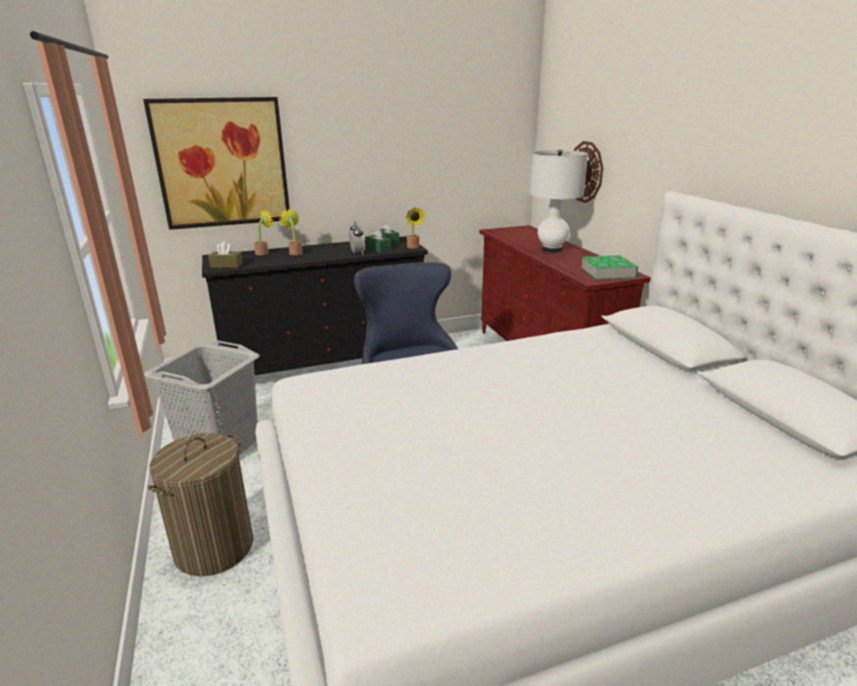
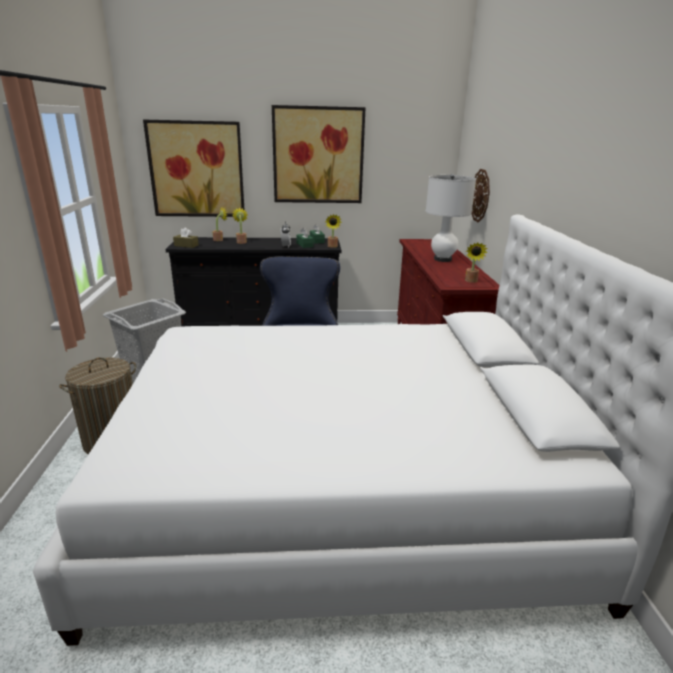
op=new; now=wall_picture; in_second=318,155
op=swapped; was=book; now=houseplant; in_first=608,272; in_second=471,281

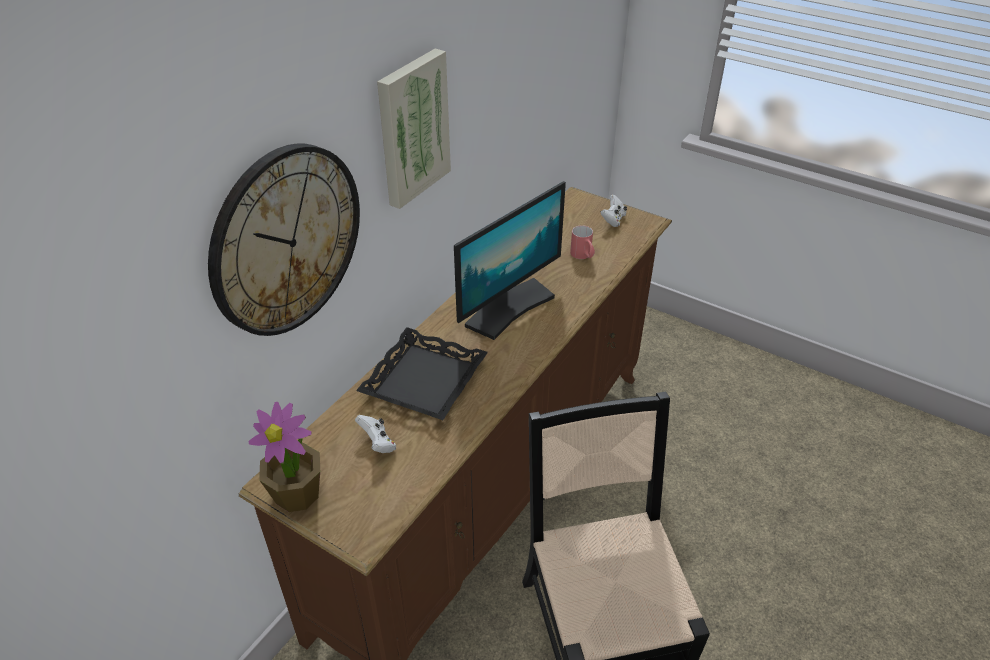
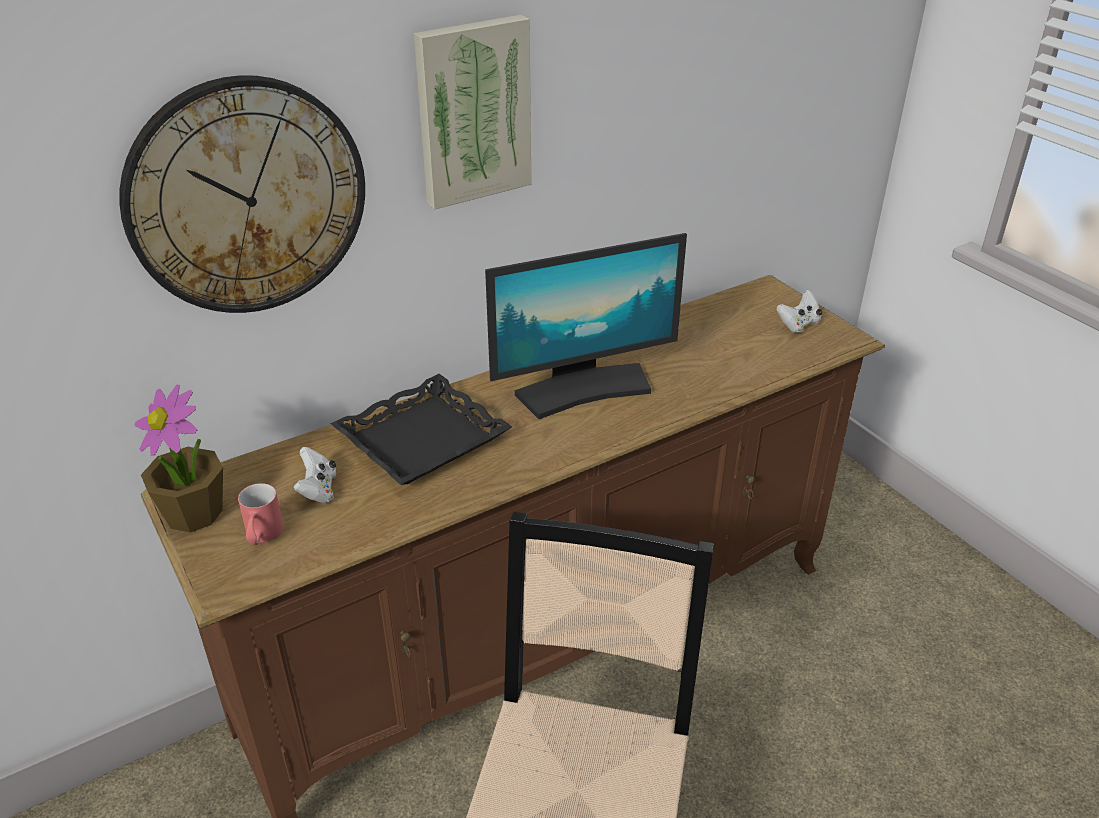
op=shifted; was=red_mug; in_first=583,256; in_second=262,537

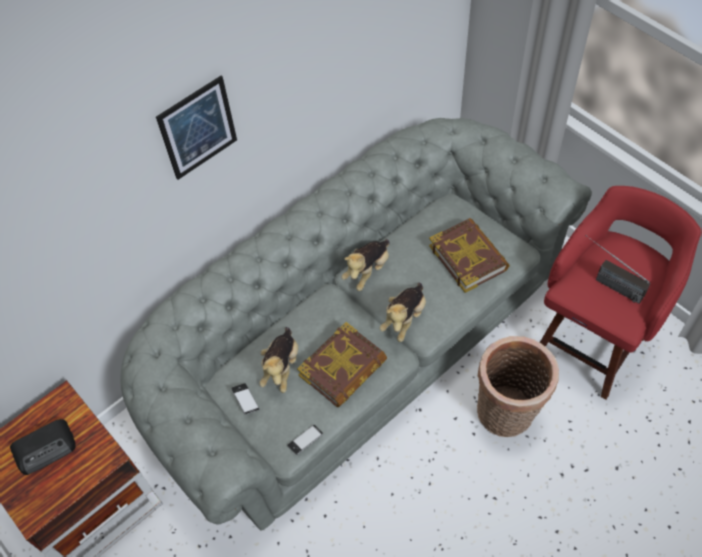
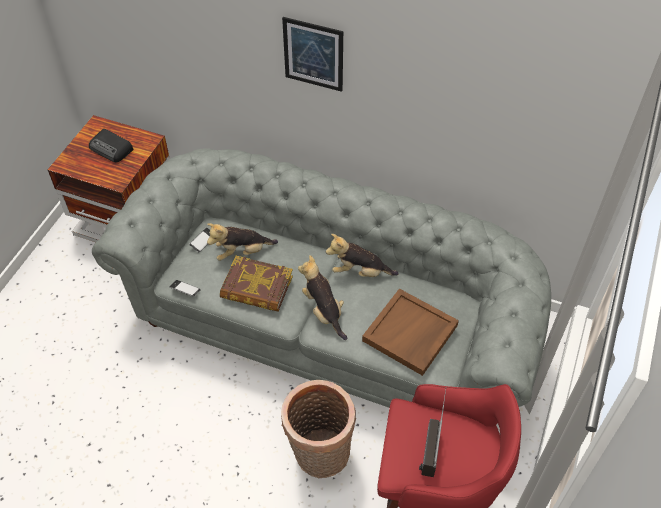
op=swapped; was=book; now=brownish_serving_tray; in_first=468,257; in_second=410,334
op=rotated; was=soft_toy; in_first=404,318; in_second=323,311; clockwise=60

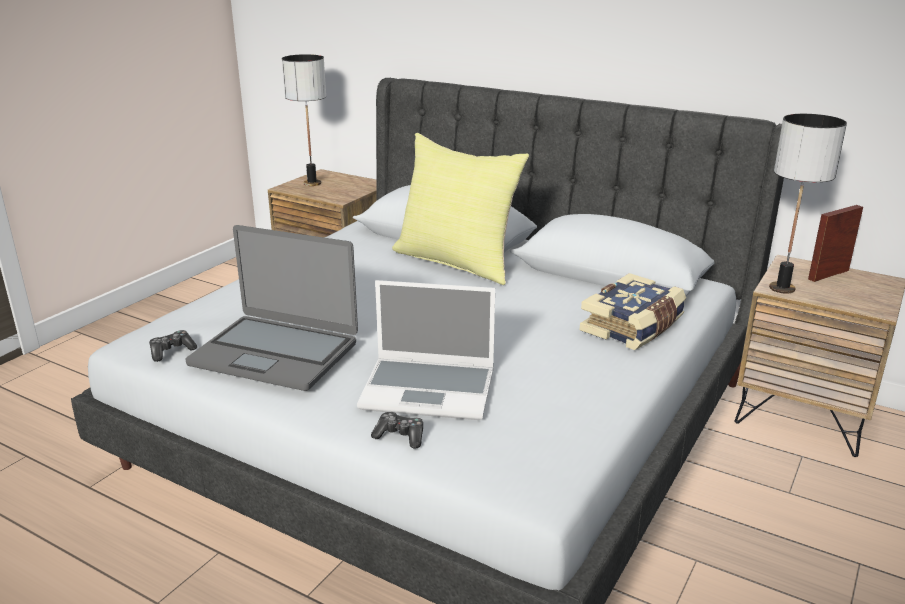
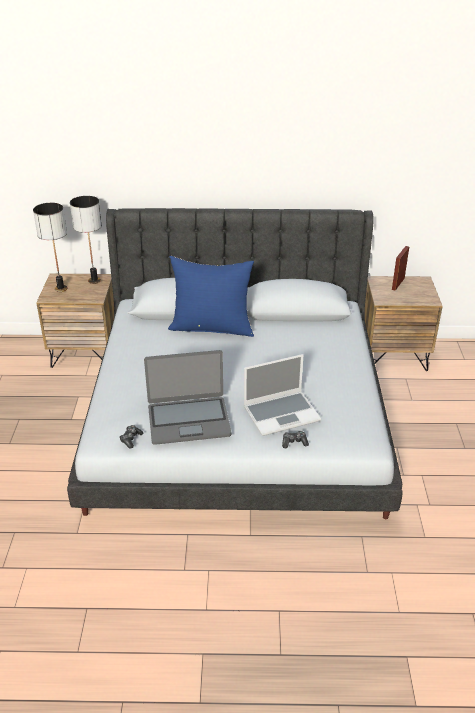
op=gone; was=book; in_first=633,327
op=shifted; was=tabletop_lamp; in_first=782,289; in_second=94,281
op=repainted; was=yellow_pillow; now=bluish_pillow; in_first=457,261; in_second=212,327

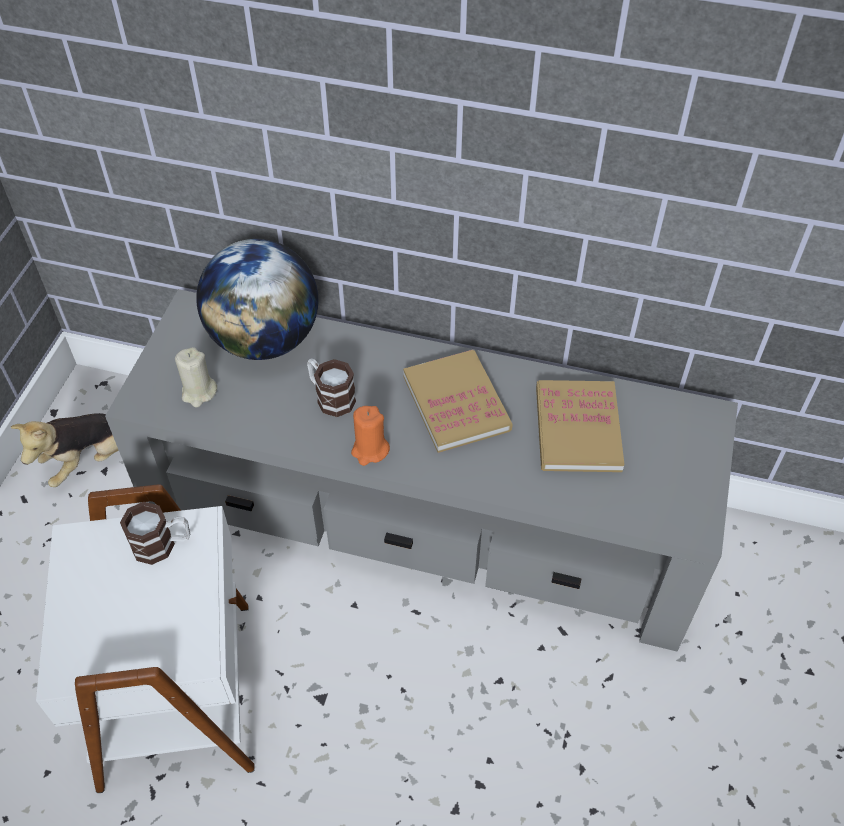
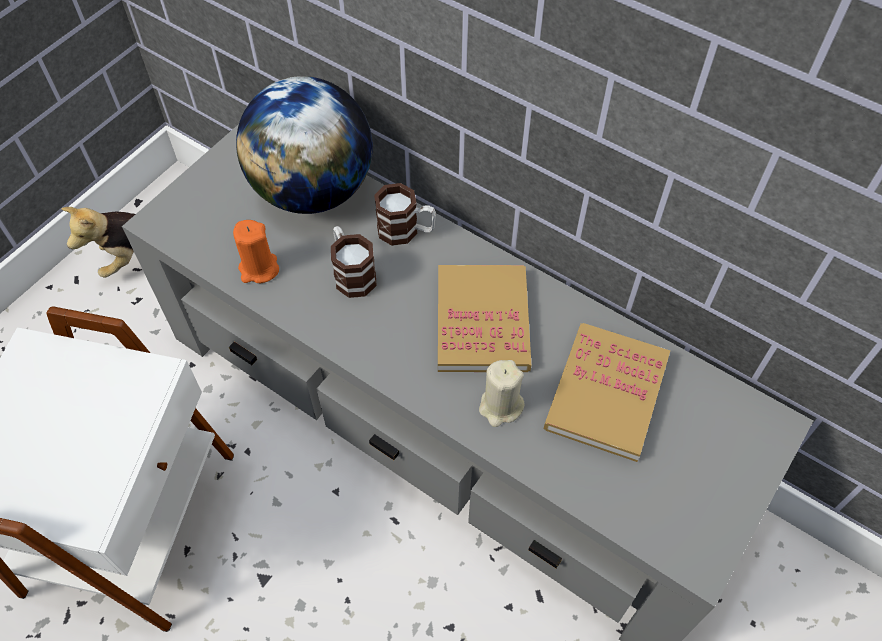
op=shifted; was=mug; in_first=162,544; in_second=406,231
op=shifted; was=beige_wax_light; in_first=199,392; in_second=500,406
op=shifted; was=orange_wax_light; in_first=370,450; in_second=259,269

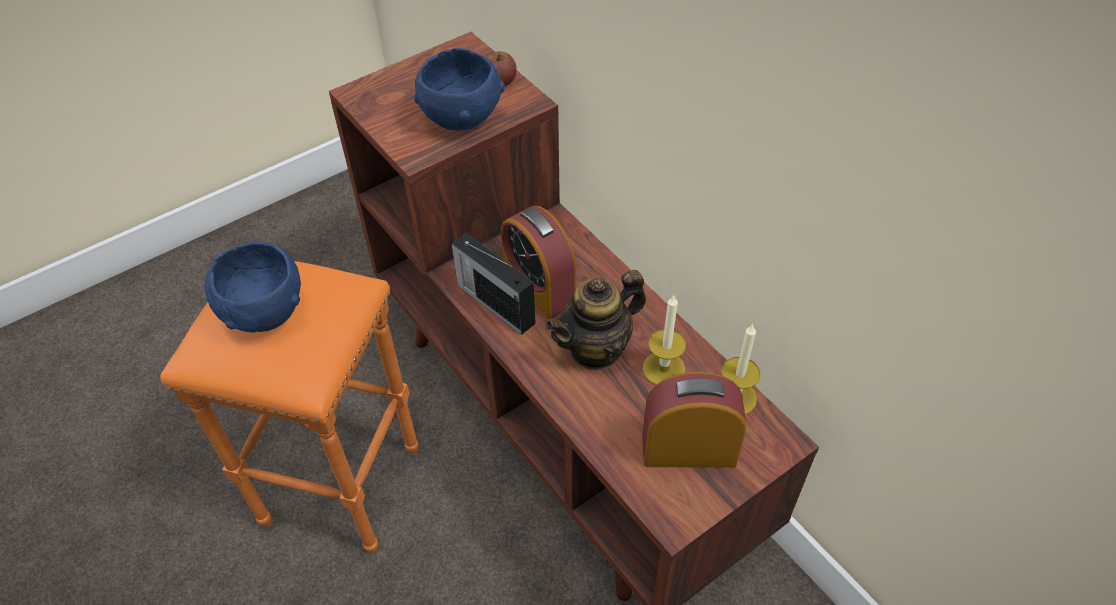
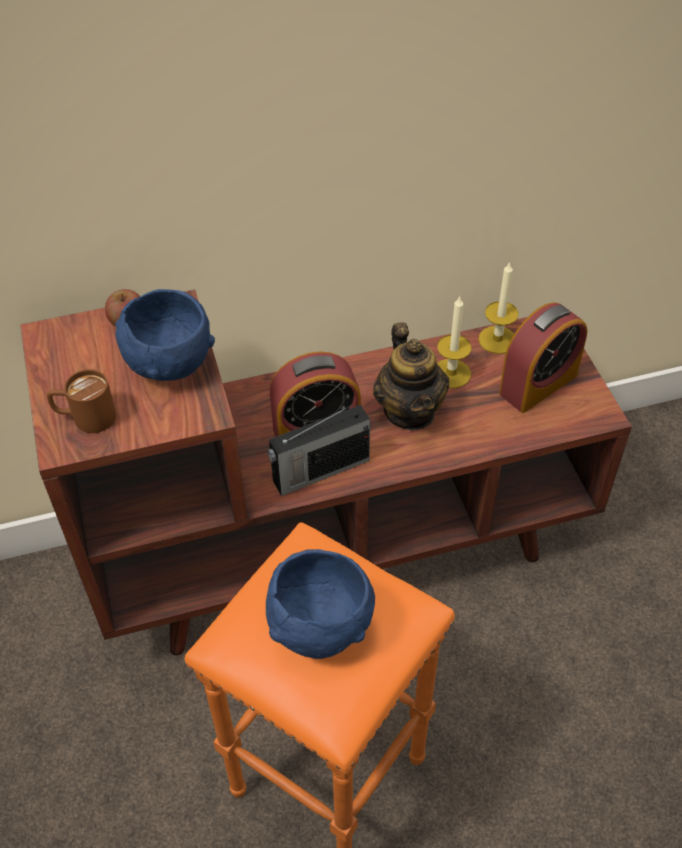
op=new; now=brownish_mug; in_second=85,418
op=rotated; was=bedside_clock; in_first=688,449; in_second=538,384; clockwise=-150

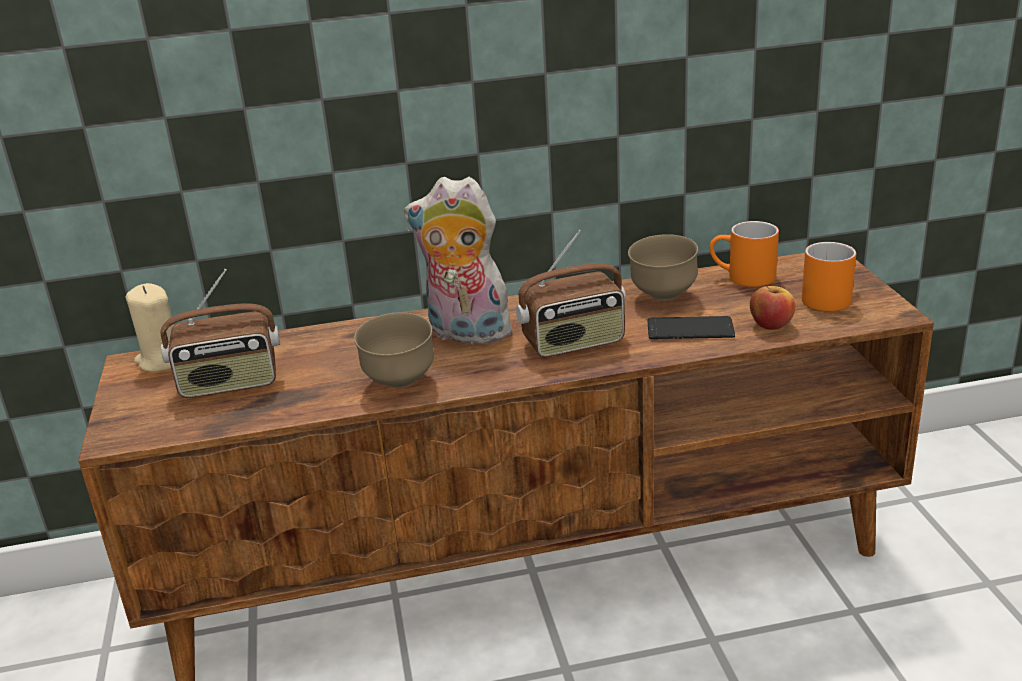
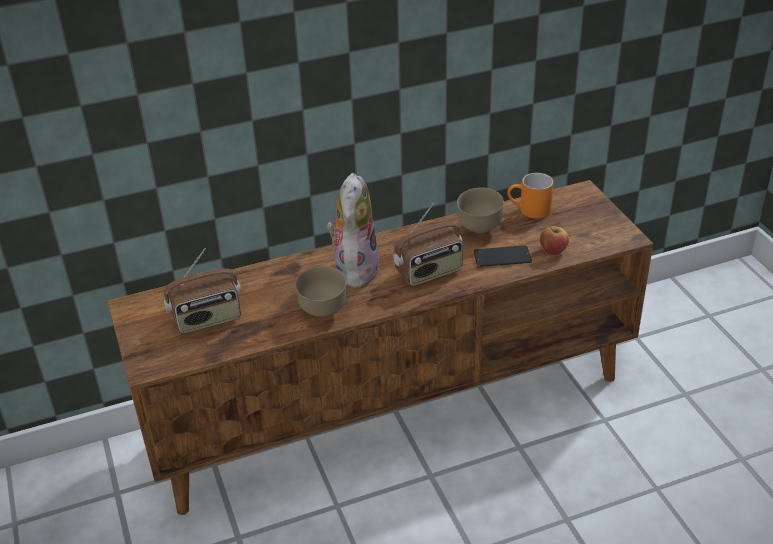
op=gone; was=beige_wax_light; in_first=161,360
op=gone; was=orange_mug; in_first=830,297
op=rotated; was=soft_toy; in_first=465,334; in_second=354,268; clockwise=90

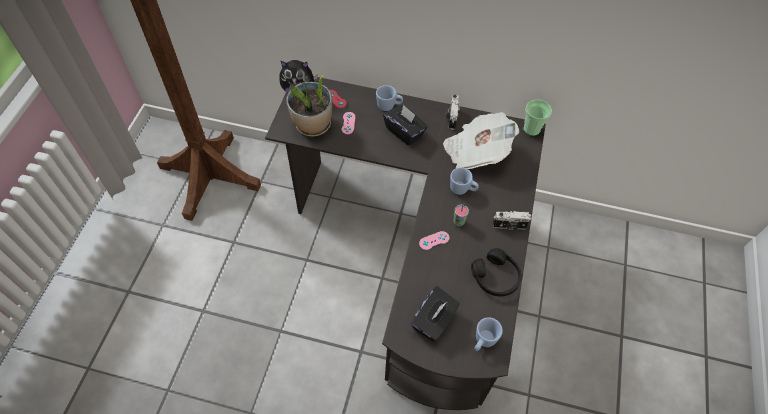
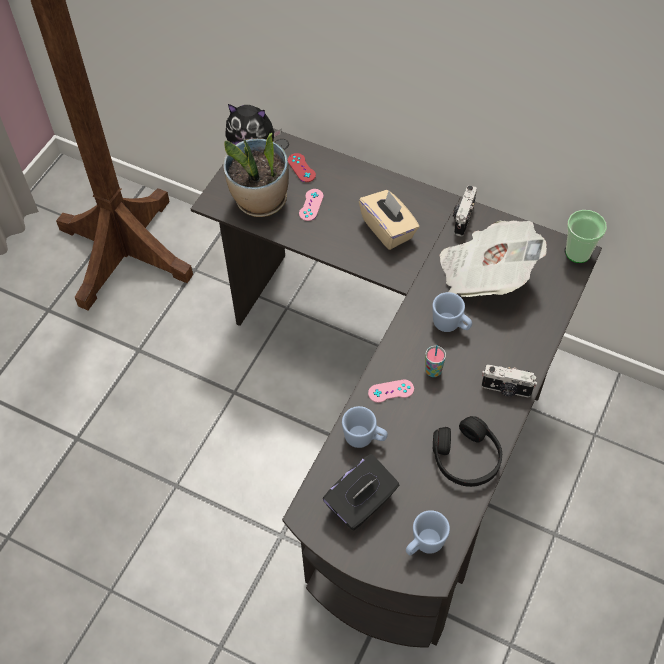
op=shifted; was=bluish_mug; in_first=389,106; in_second=364,438
op=repainted; was=blackish_tissue_holder; now=beige_tissue_holder; in_first=404,132; in_second=388,229

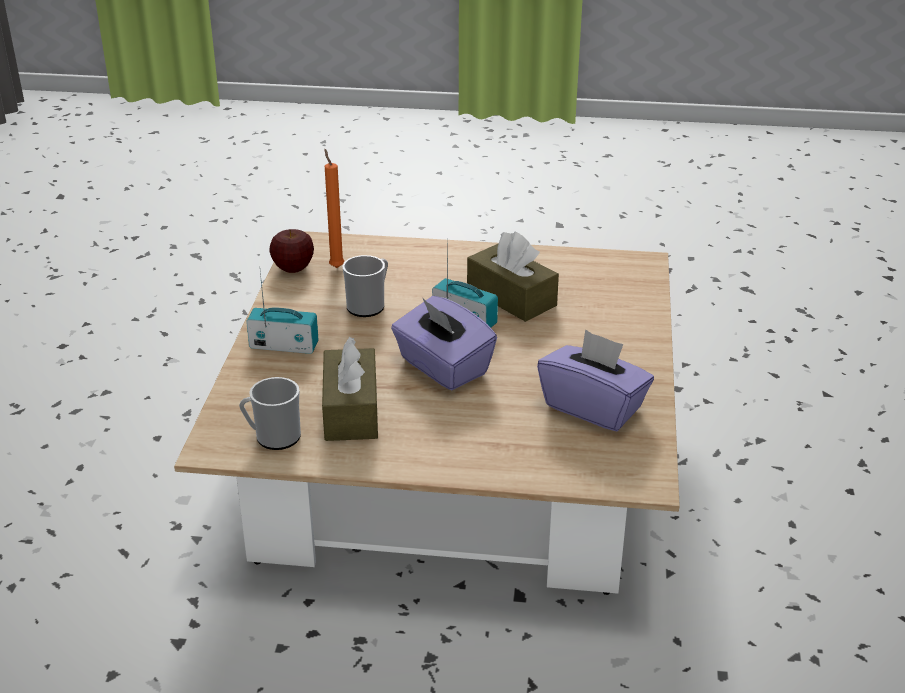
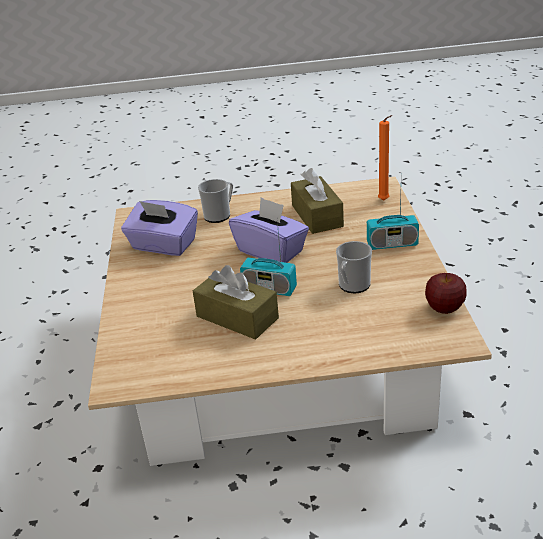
op=shifted; was=mug; in_first=273,438; in_second=220,215
op=shifted; was=orange_wax_light; in_first=336,266; in_second=385,201

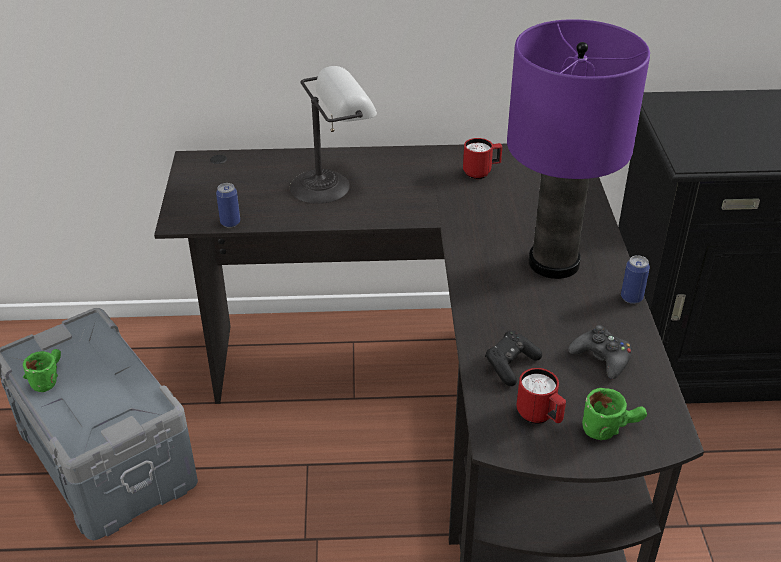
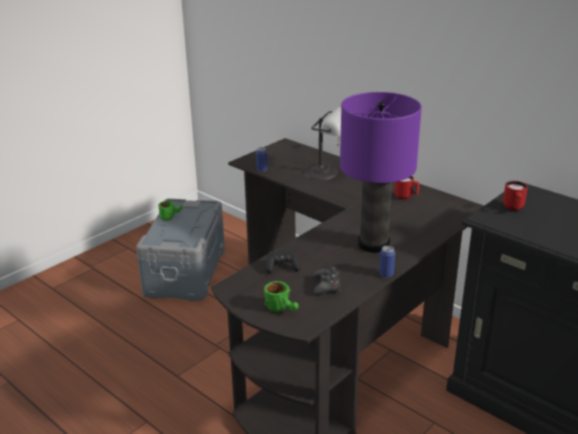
op=shifted; was=red_mug; in_first=539,417; in_second=513,209

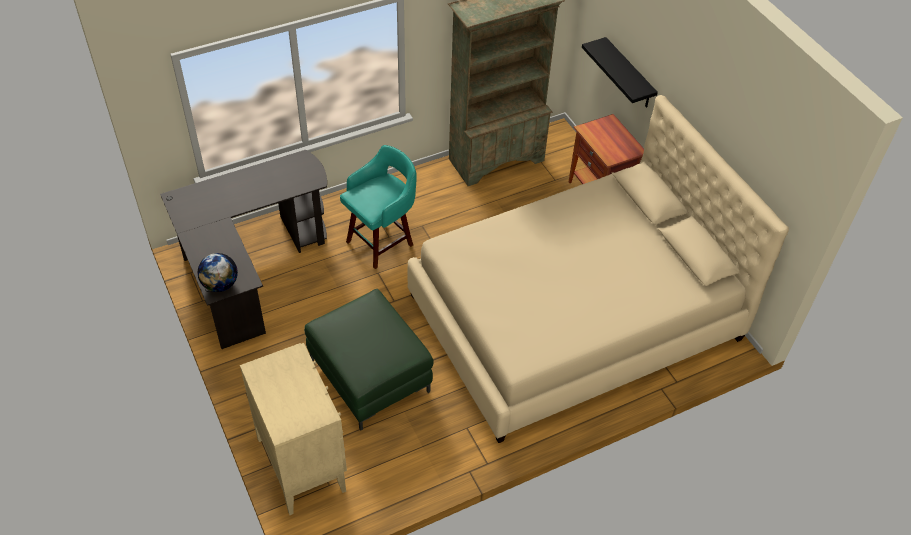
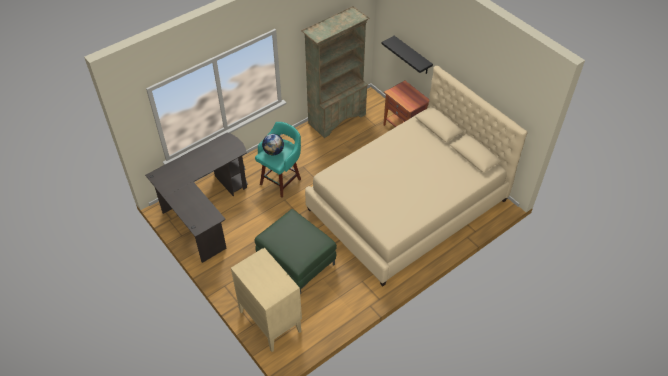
op=shifted; was=globe; in_first=220,285; in_second=273,152

